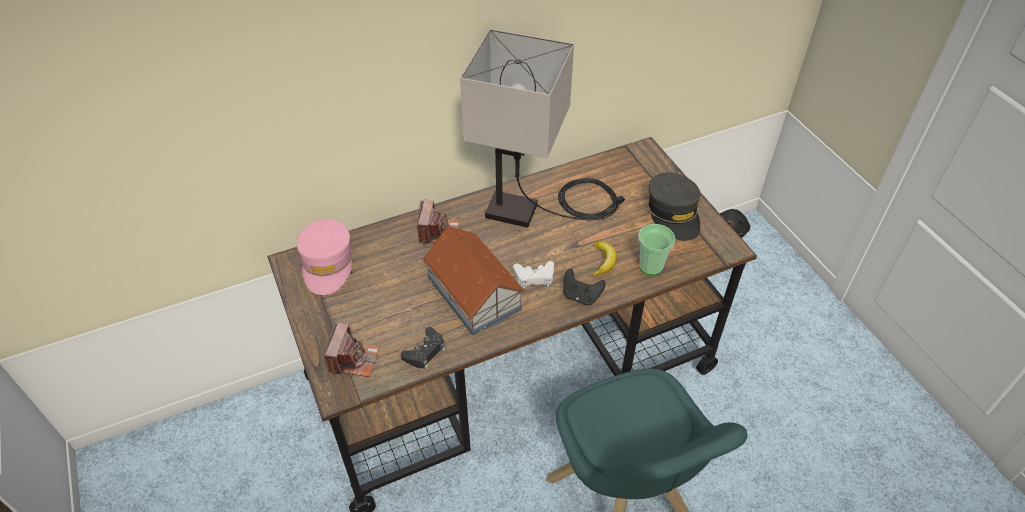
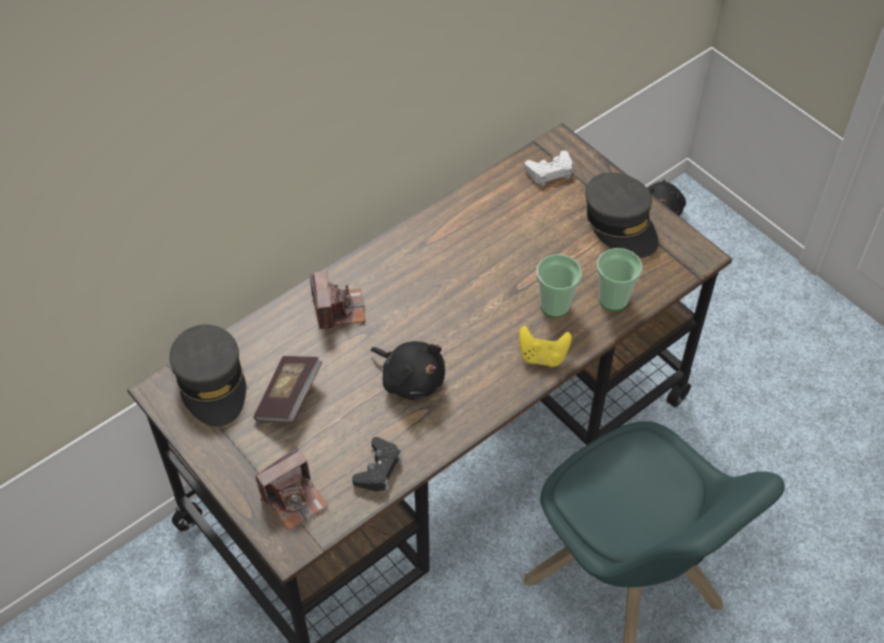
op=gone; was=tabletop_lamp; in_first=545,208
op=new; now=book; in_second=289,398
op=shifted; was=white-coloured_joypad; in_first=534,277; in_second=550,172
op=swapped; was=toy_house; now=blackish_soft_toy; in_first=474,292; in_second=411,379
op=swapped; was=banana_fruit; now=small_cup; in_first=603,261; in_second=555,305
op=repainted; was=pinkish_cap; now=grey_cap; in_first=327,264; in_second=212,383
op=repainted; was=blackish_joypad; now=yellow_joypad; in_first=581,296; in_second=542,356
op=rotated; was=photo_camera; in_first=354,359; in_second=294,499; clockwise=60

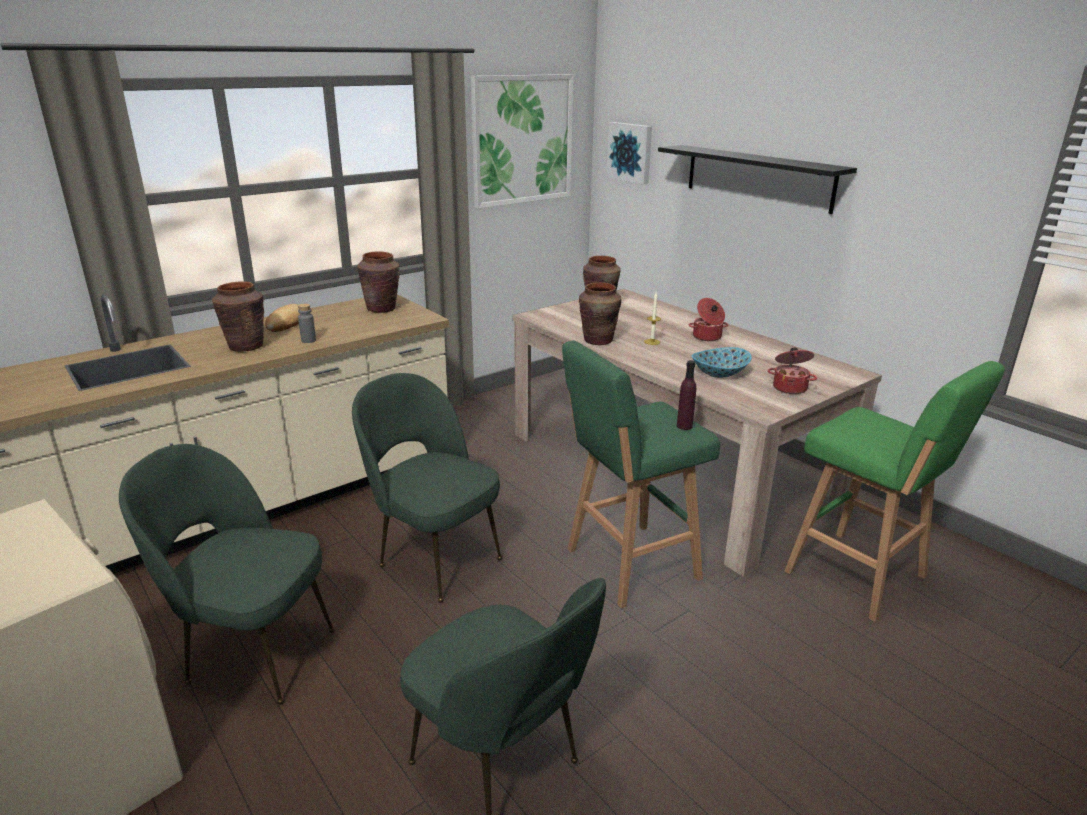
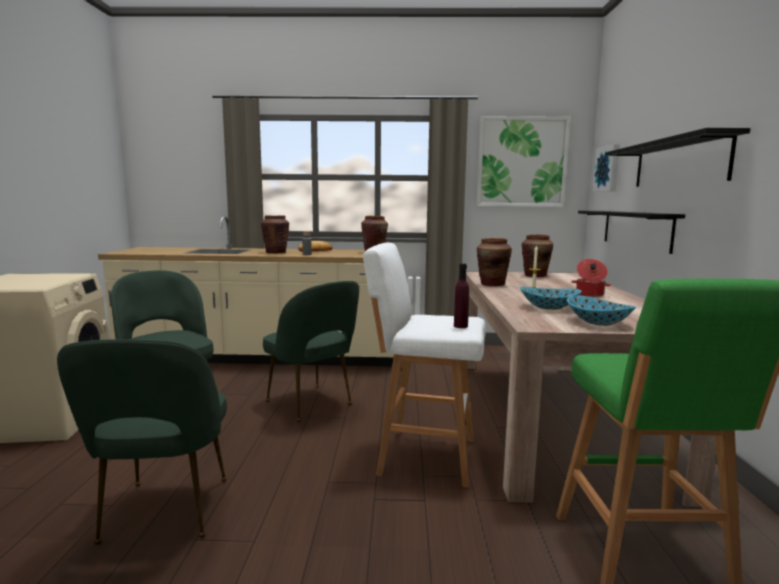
op=new; now=blackish_wall_shelf; in_second=635,229
op=swapped; was=cooking_pot; now=deep_dish; in_first=790,388; in_second=598,322
op=repainted; was=greenish_stool_seat; now=white-coloured_stool_seat; in_first=628,565; in_second=423,455
op=rotated; was=greenish_upright_chair; in_first=434,558; in_second=312,405; clockwise=150

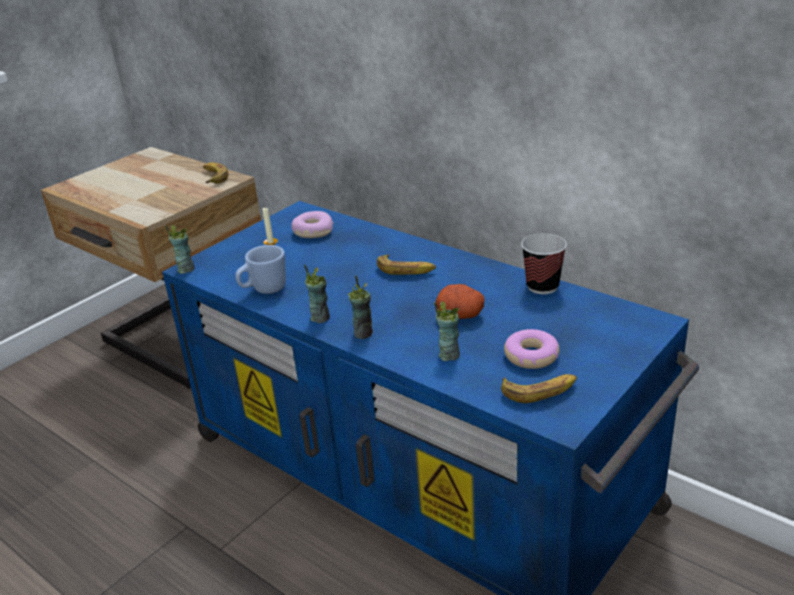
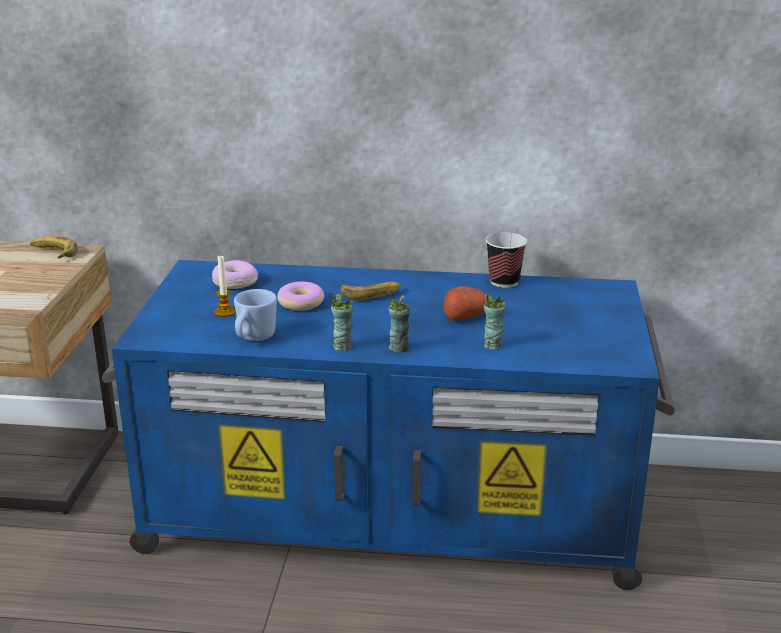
op=gone; was=small_cup; in_first=186,269
op=gone; was=banana_fruit; in_first=539,391
op=shifted; was=donut; in_first=531,356; in_second=301,303

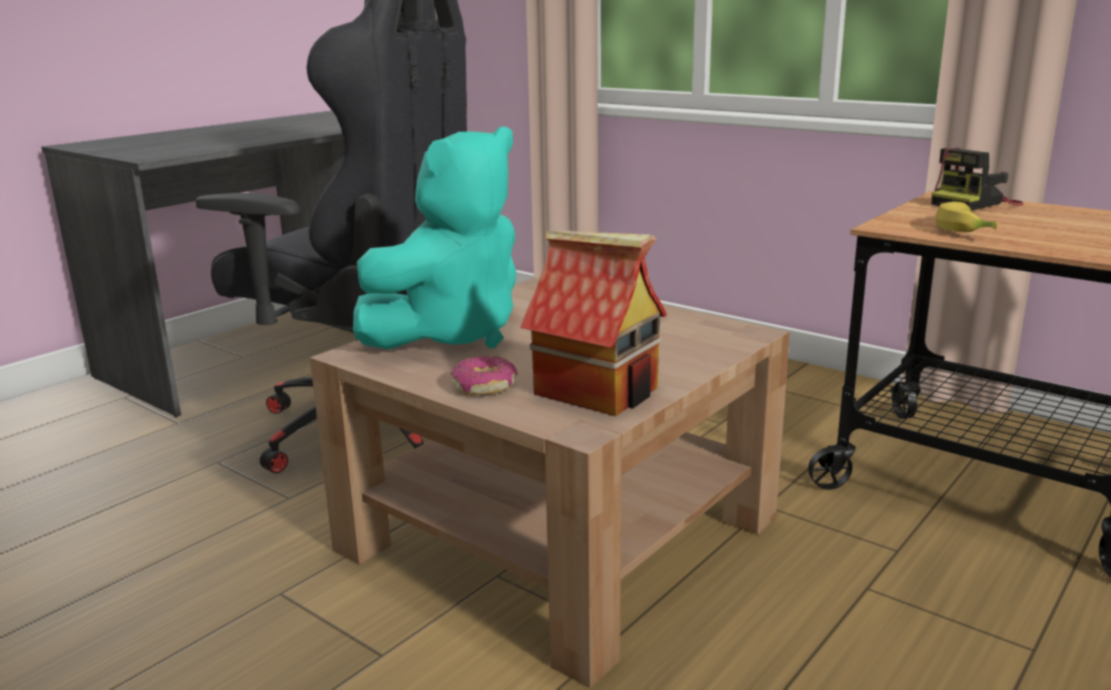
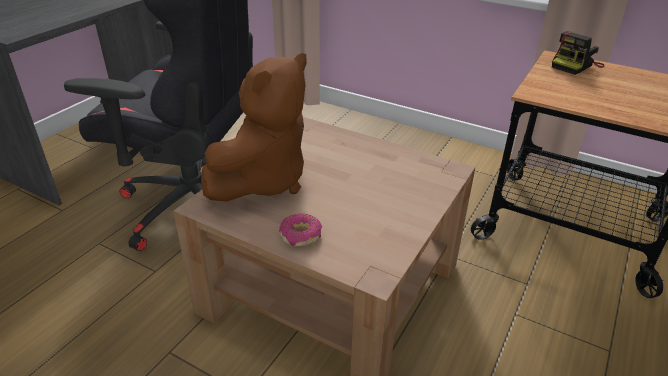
op=gone; was=toy_house; in_first=599,390
op=gone; was=banana_fruit; in_first=969,230
op=repainted; was=turquoise_soft_toy; now=brownish_soft_toy; in_first=451,334; in_second=263,181

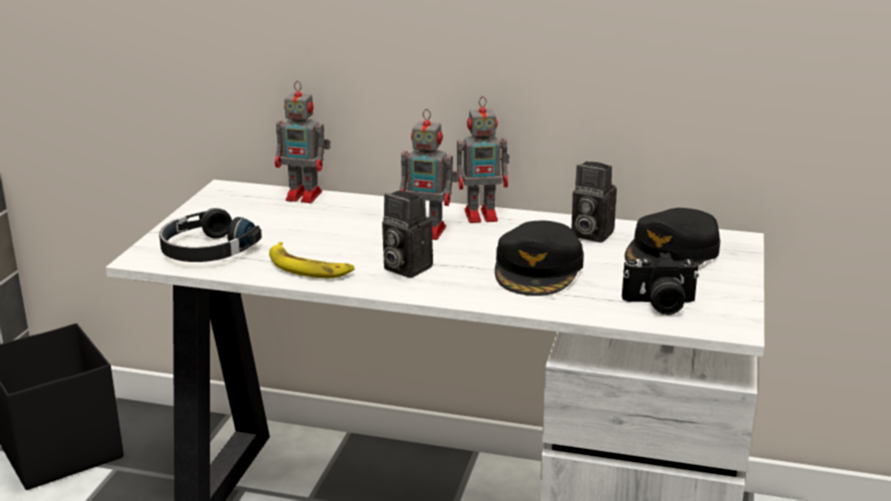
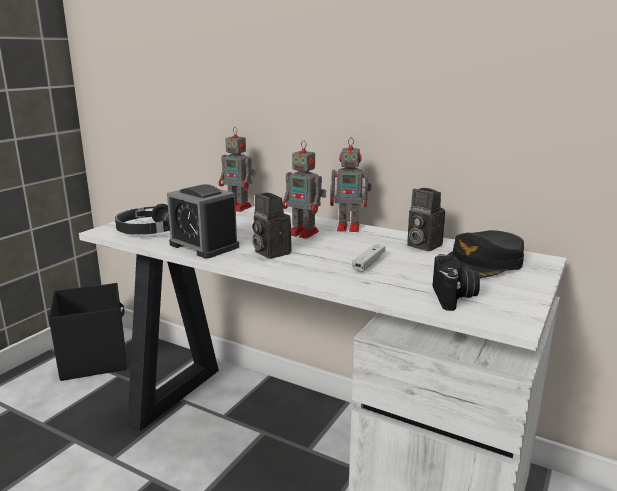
op=swapped; was=banana_fruit; now=bedside_clock; in_first=308,267; in_second=204,245
op=swapped; was=blackish_cap; now=white-coloured_joypad; in_first=538,269; in_second=369,263
op=rotated; was=photo_camera; in_first=659,305; in_second=454,297; clockwise=-105

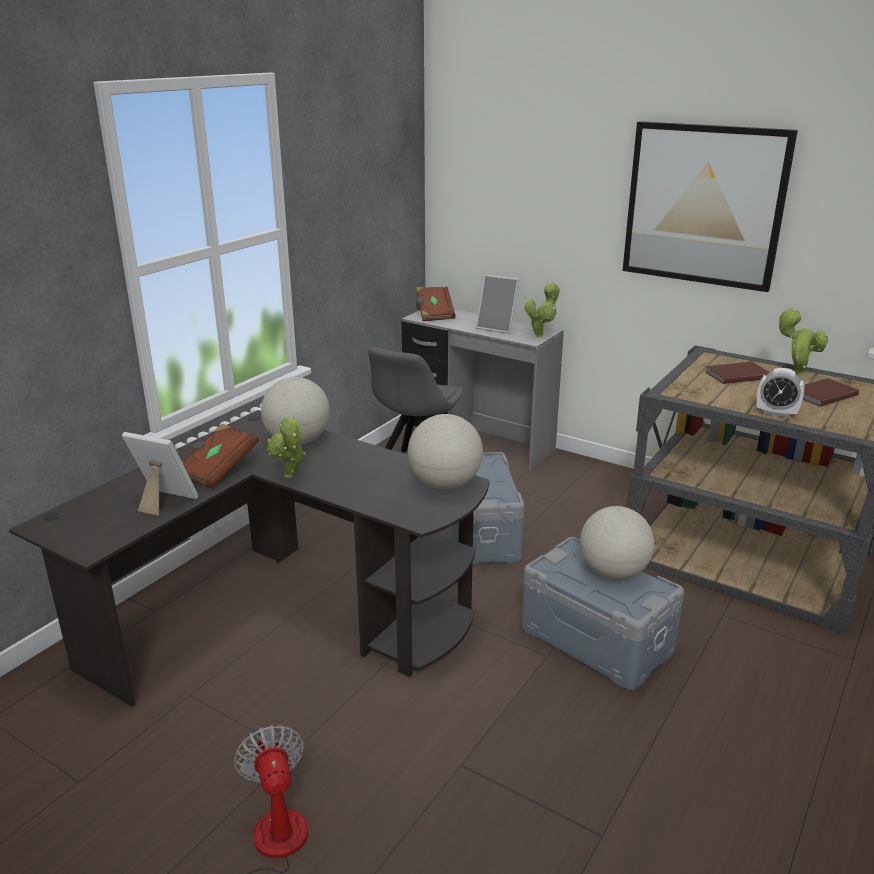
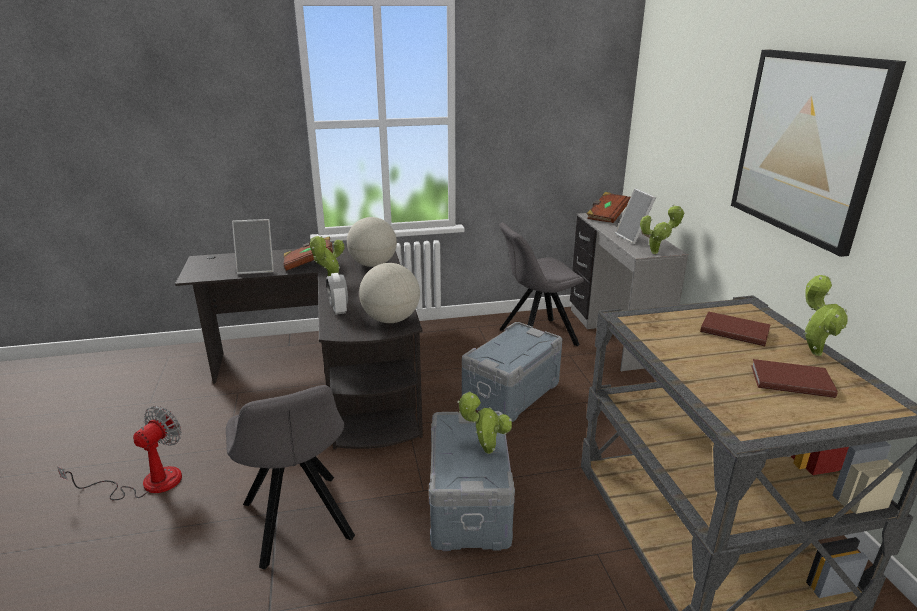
op=new; now=grey_upright_chair; in_second=298,520
op=shifted; was=bedside_clock; in_first=776,413; in_second=339,309
op=swapped; was=globe; now=houseplant; in_first=613,572; in_second=485,450
op=rotated; was=picture_frame; in_first=163,502; in_second=257,269; clockwise=105

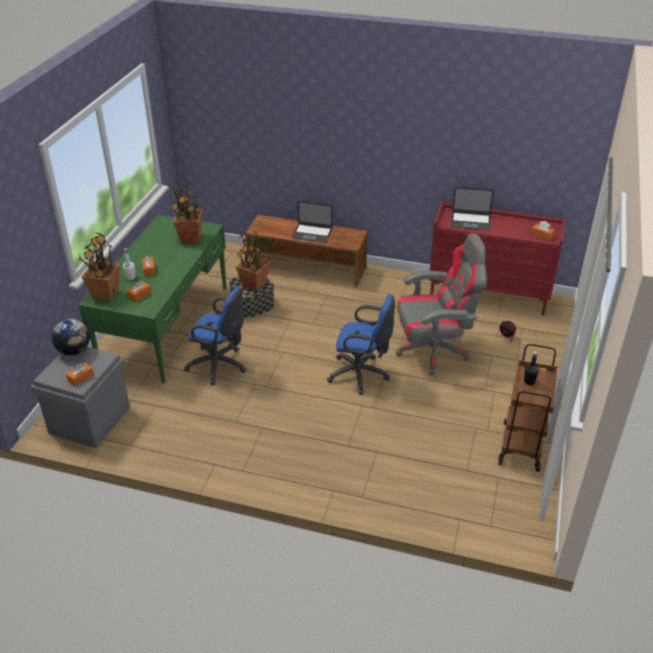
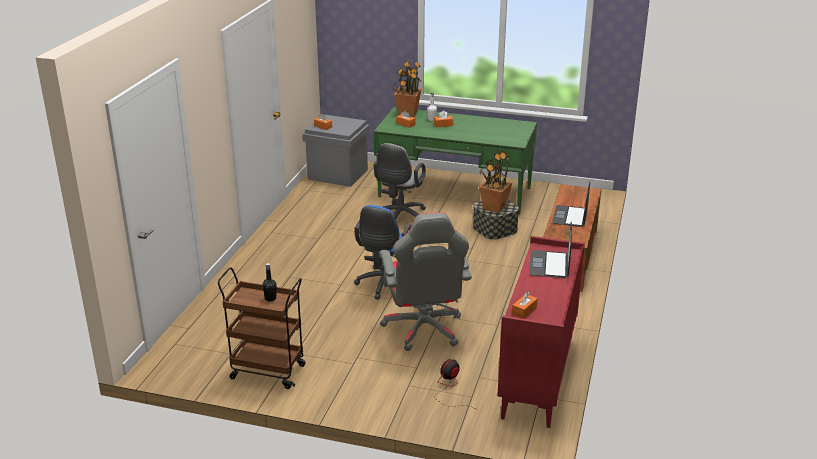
op=gone; was=globe; in_first=74,351
op=gone; was=houseplant; in_first=191,238
op=repainted; was=bluish_office_chair; now=grey_office_chair; in_first=220,366; in_second=399,217

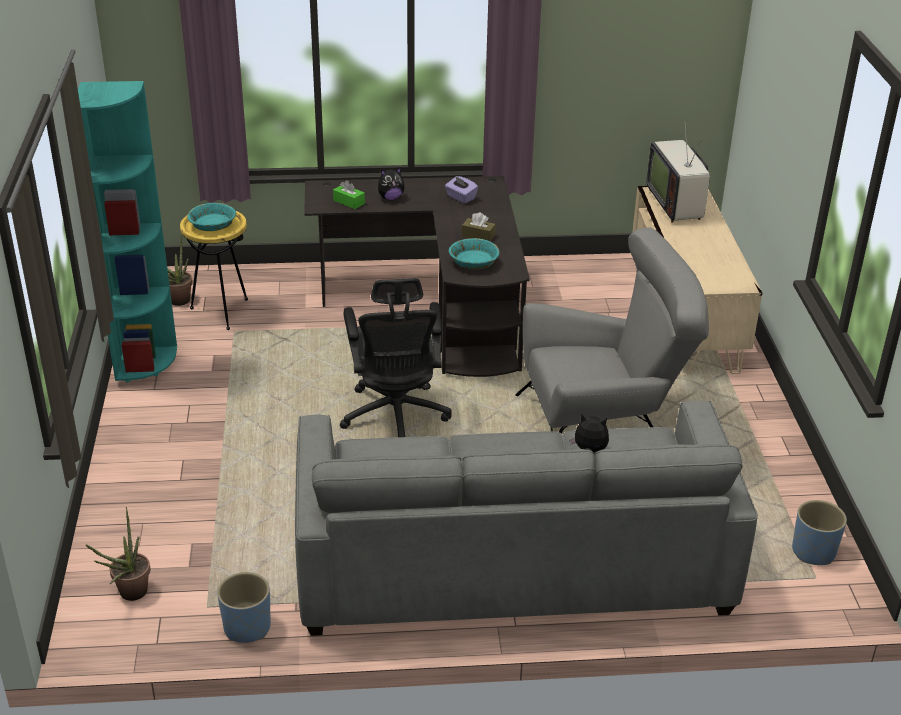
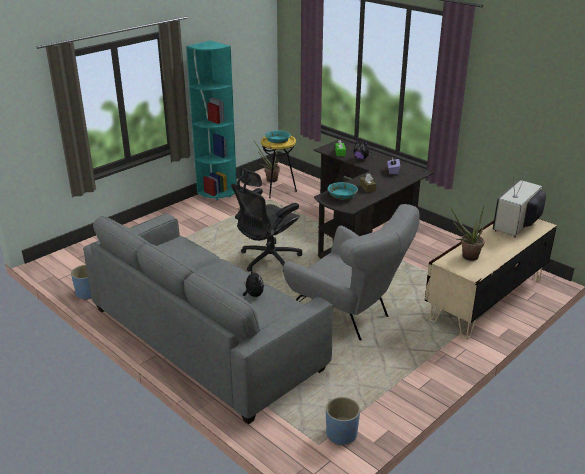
op=shifted; was=houseplant; in_first=129,595; in_second=466,257

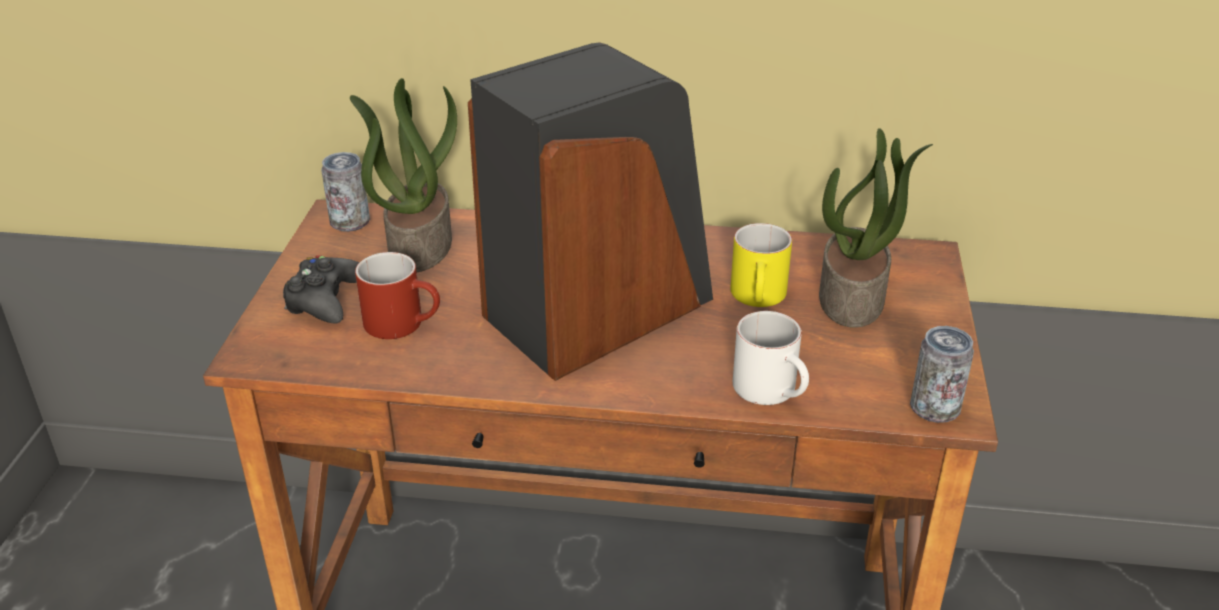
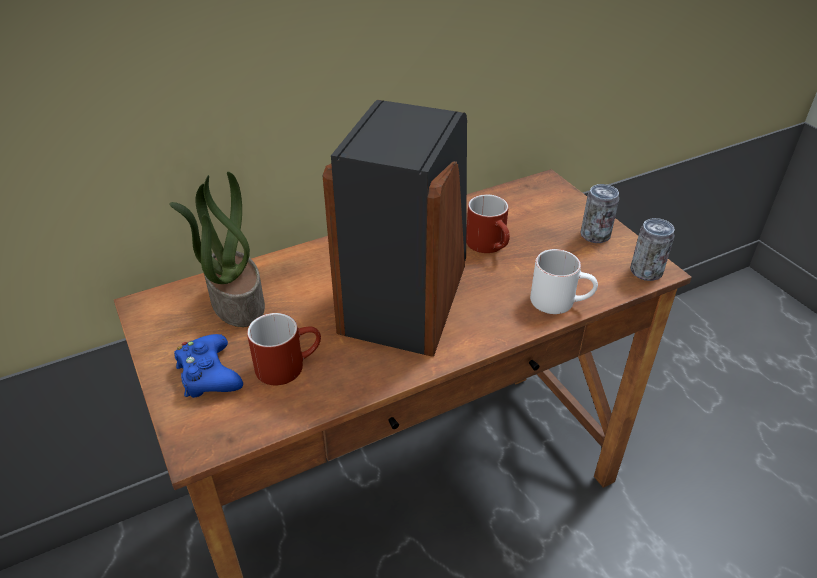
op=gone; was=houseplant; in_first=853,298
op=shifted; was=sealed_can; in_first=350,222; in_second=595,235
op=repainted; was=blackish_joypad; now=bluish_joypad; in_first=325,299; in_second=208,374
op=repainted; was=yellow_mug; now=red_mug; in_first=760,298; in_second=490,245

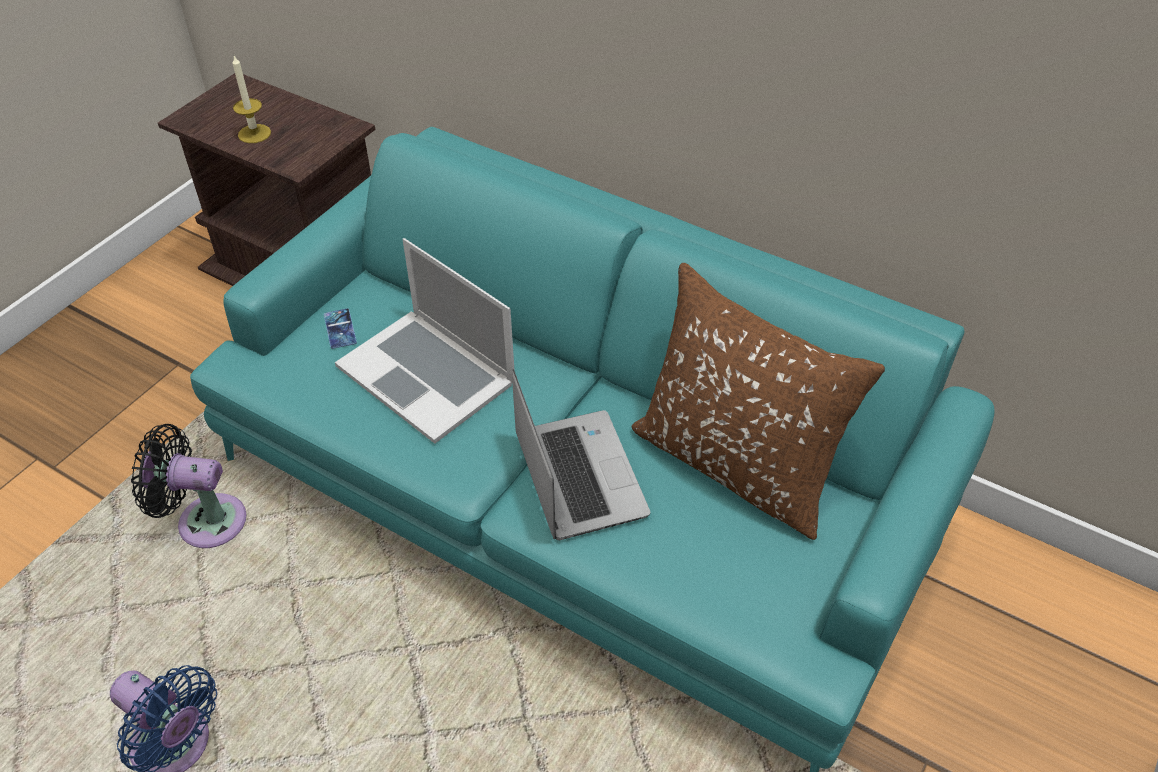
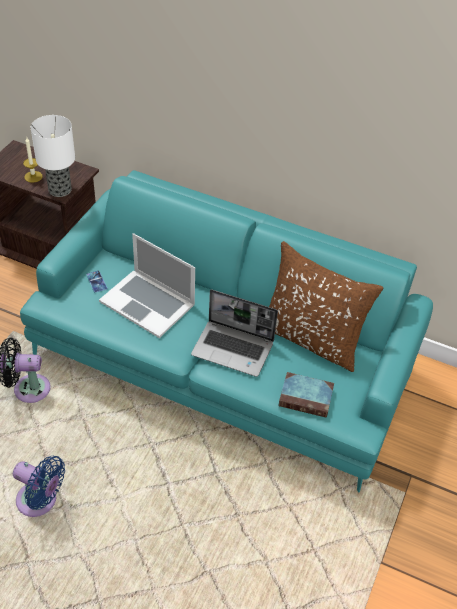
op=new; now=tabletop_lamp; in_second=59,189
op=new; now=book; in_second=307,397
op=rotated; was=portable_computer; in_first=577,475; in_second=234,349; clockwise=135

